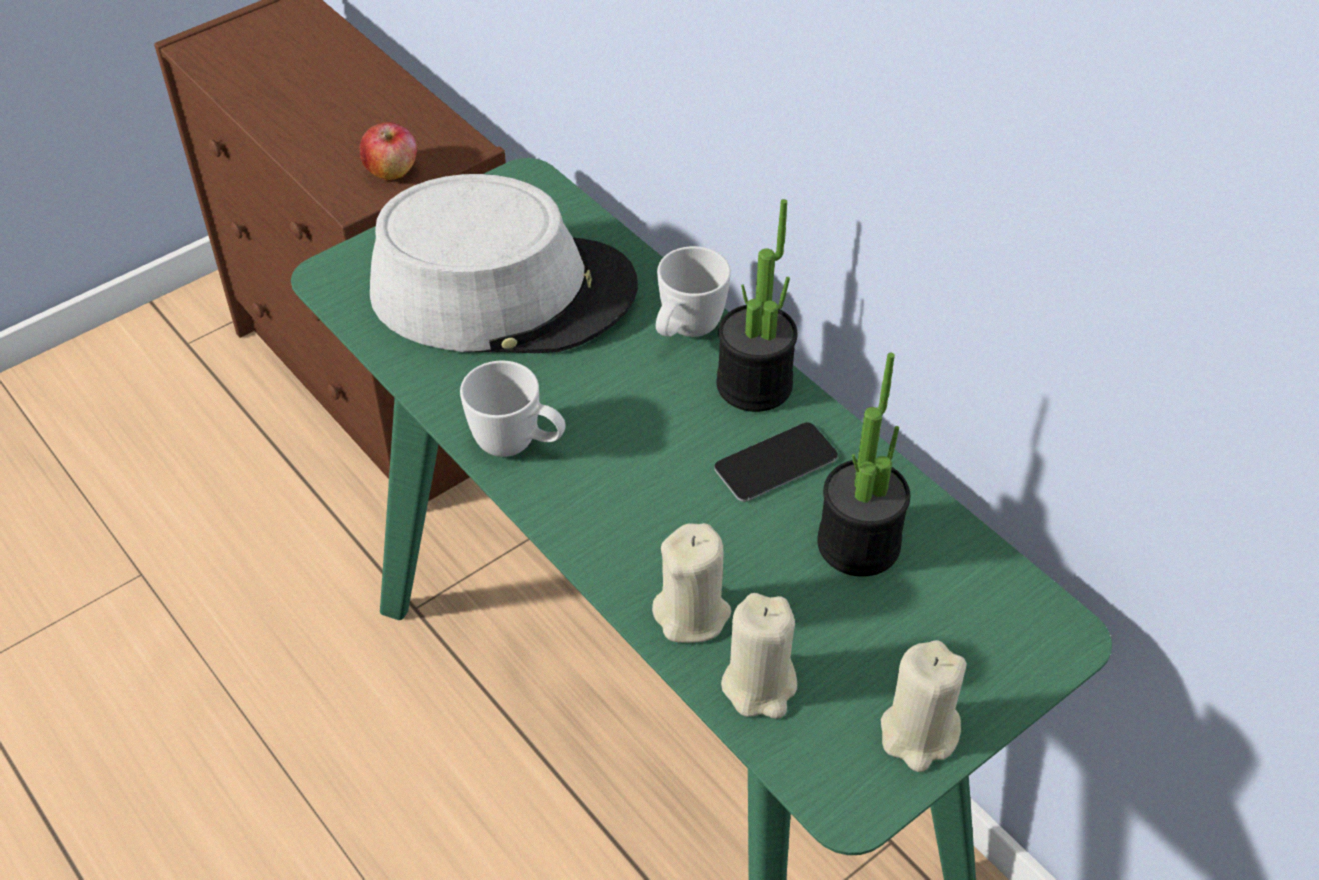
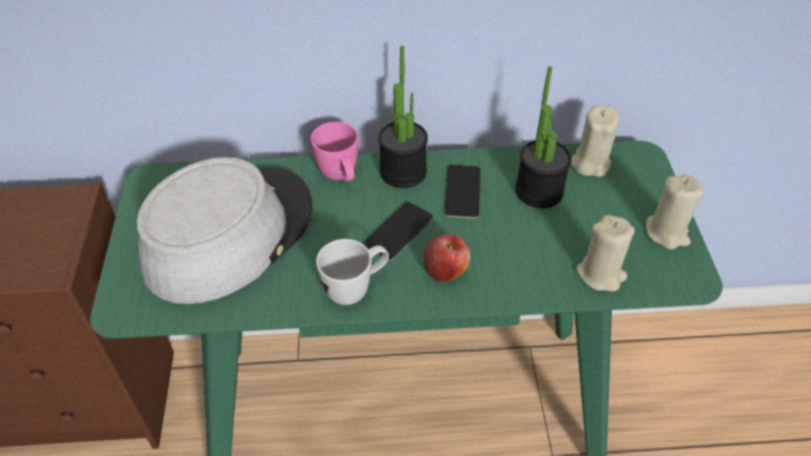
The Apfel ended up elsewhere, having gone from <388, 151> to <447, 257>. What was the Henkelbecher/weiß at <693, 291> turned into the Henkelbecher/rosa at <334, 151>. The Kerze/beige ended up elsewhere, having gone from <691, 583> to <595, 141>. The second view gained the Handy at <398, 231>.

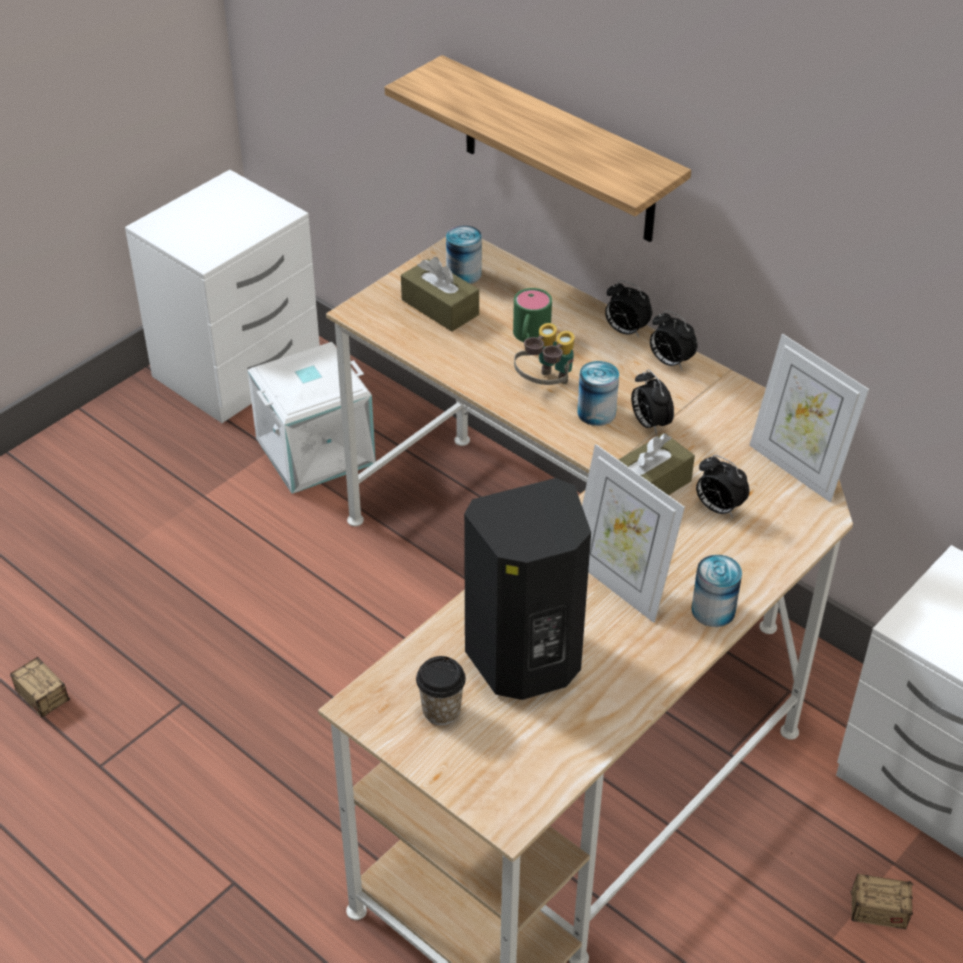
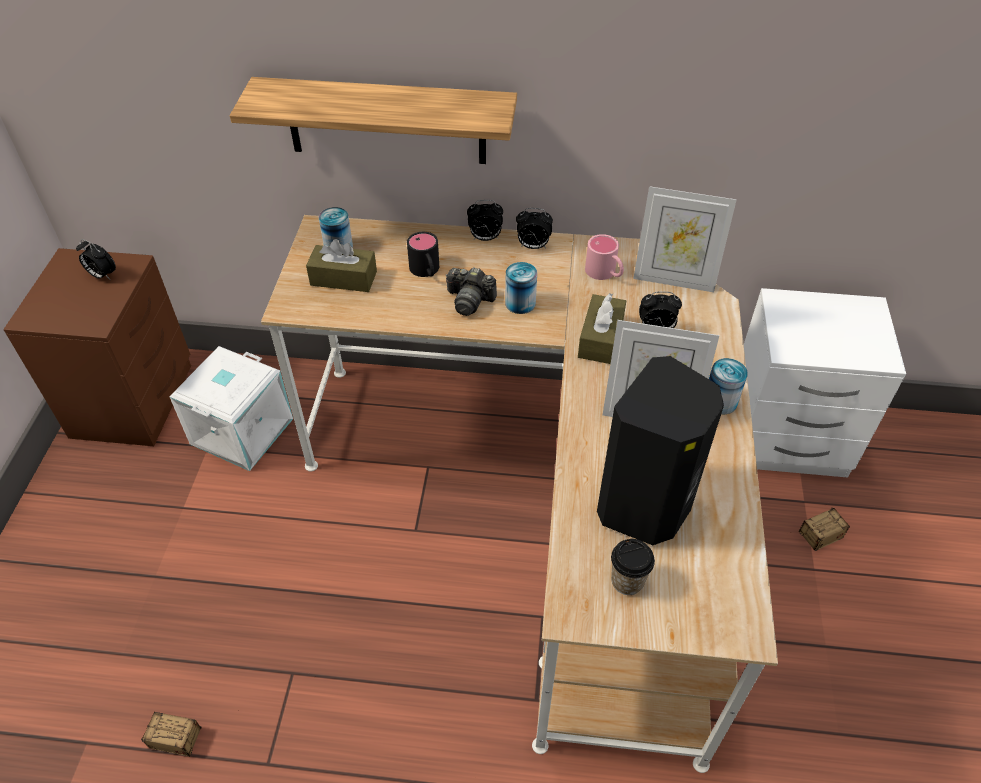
What was the Nachttisch/weiß at <222, 296> turned into the Nachttisch/braun at <97, 347>. What was the Henkelbecher/grün at <532, 315> turned into the Henkelbecher/schwarz at <423, 254>. Where the Fernglas stood at <544, 354>, the Kamera came to stand at <471, 291>. The Wecker ended up elsewhere, having gone from <652, 402> to <96, 259>. The second view gained the Henkelbecher/rosa at <604, 257>.

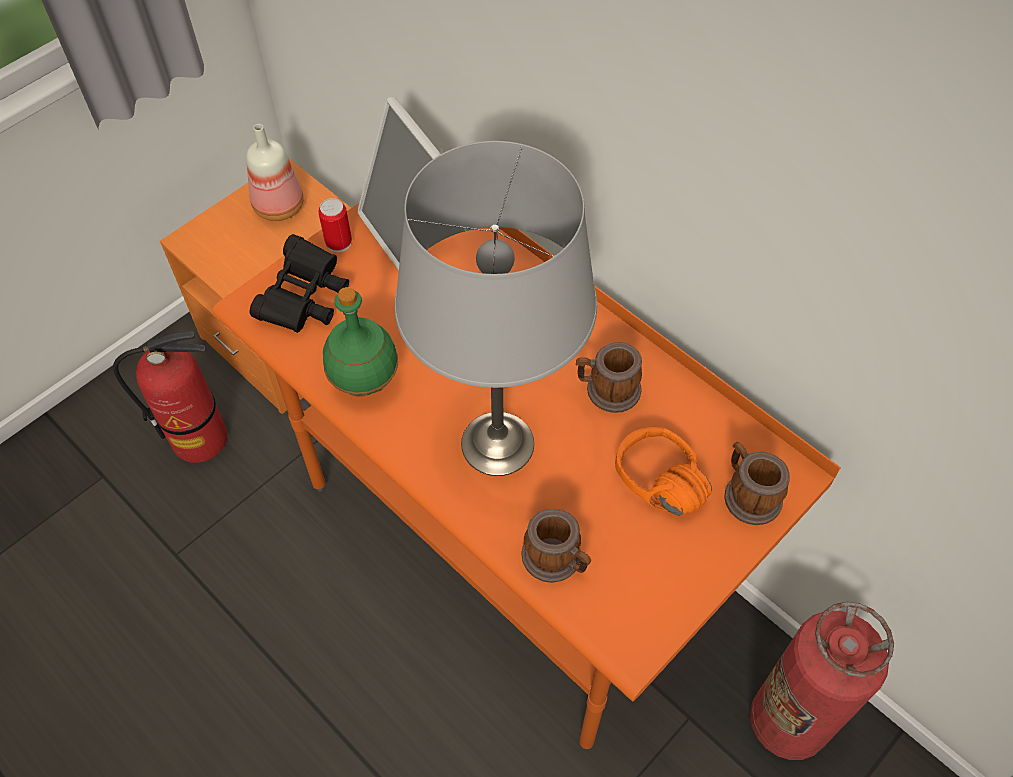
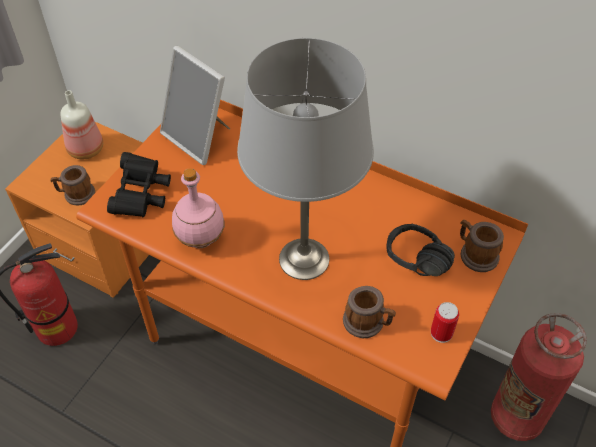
The Dose ended up elsewhere, having gone from <335, 225> to <445, 322>. What was the Flasche/grün at <360, 342> turned into the Flasche/rosa at <198, 208>. The Henkelbecher ended up elsewhere, having gone from <609, 377> to <72, 185>. What was the Kopfhörer/orange at <663, 471> turned into the Kopfhörer/schwarz at <420, 250>.

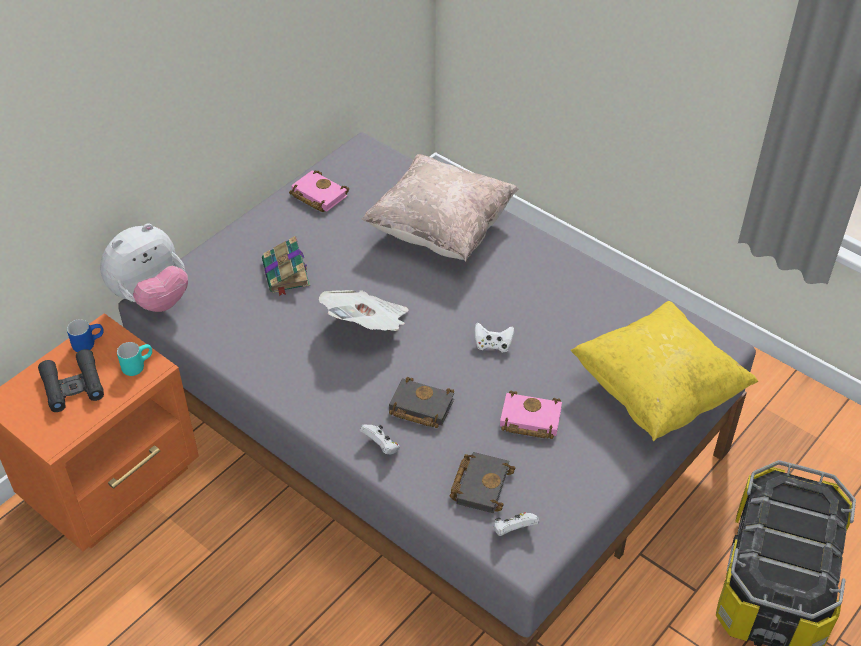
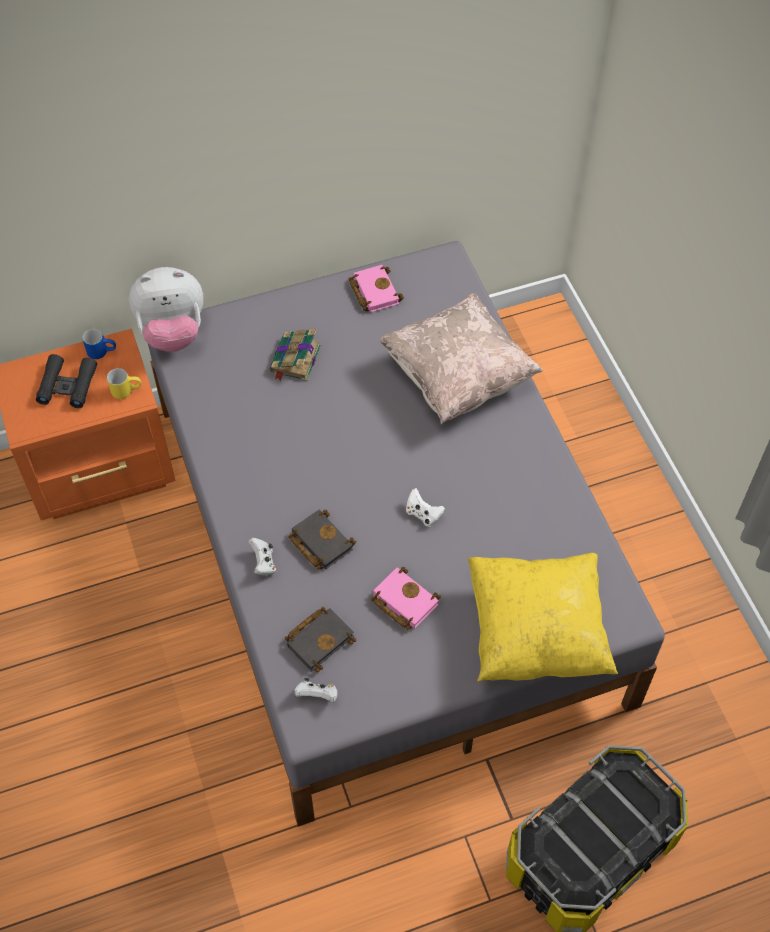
The second view lost the Zeitung at <364, 310>. What was the Henkelbecher/türkis at <134, 359> turned into the Henkelbecher/gelb at <124, 383>.

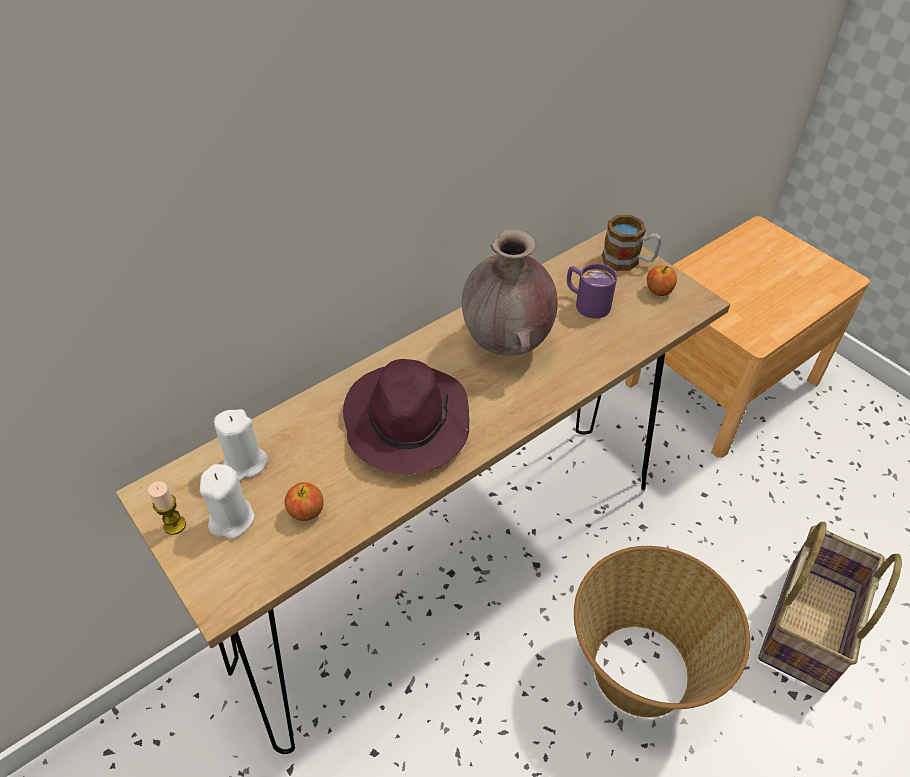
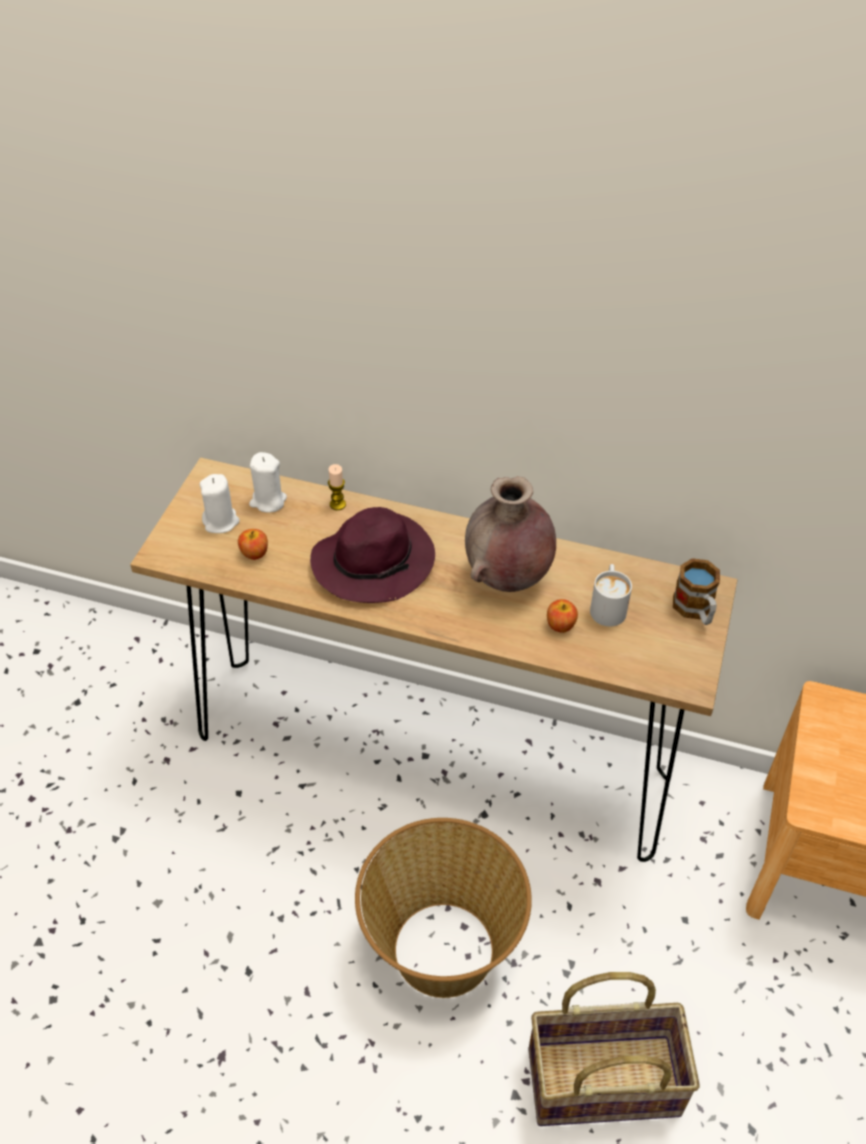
What was the Henkelbecher/lila at <592, 291> turned into the Henkelbecher/weiß at <611, 595>. The Apfel ended up elsewhere, having gone from <662, 281> to <562, 616>. The Kerze ended up elsewhere, having gone from <167, 508> to <337, 487>.

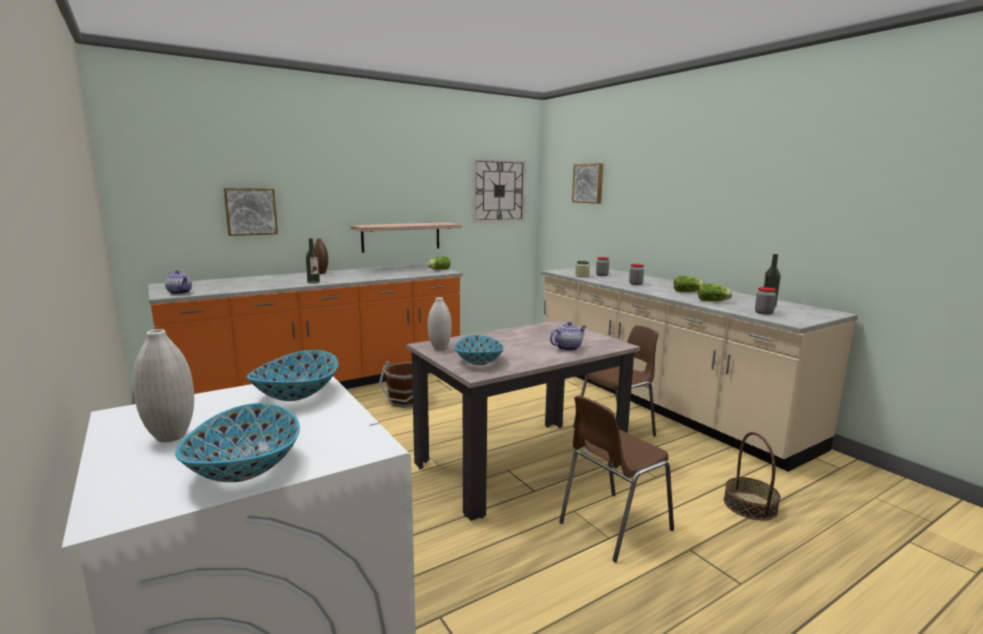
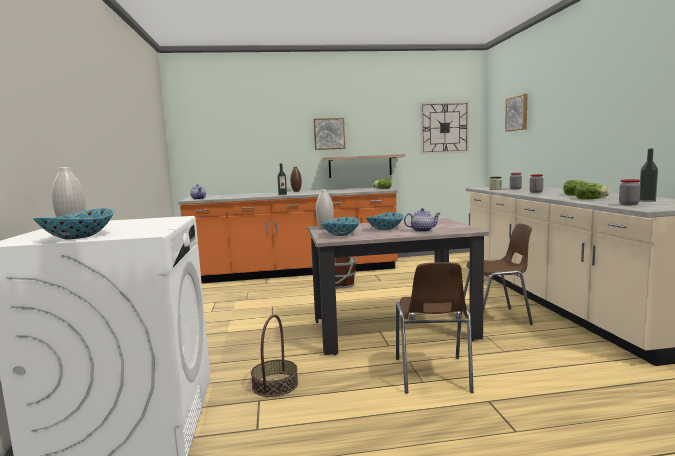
The Bild ended up elsewhere, having gone from <251, 212> to <329, 134>. The Schüssel ended up elsewhere, having gone from <292, 375> to <385, 221>. The Stuhl/braun at <616, 478> ended up facing another way, 75 degrees counterclockwise from before. The Korb ended up elsewhere, having gone from <752, 476> to <274, 356>.

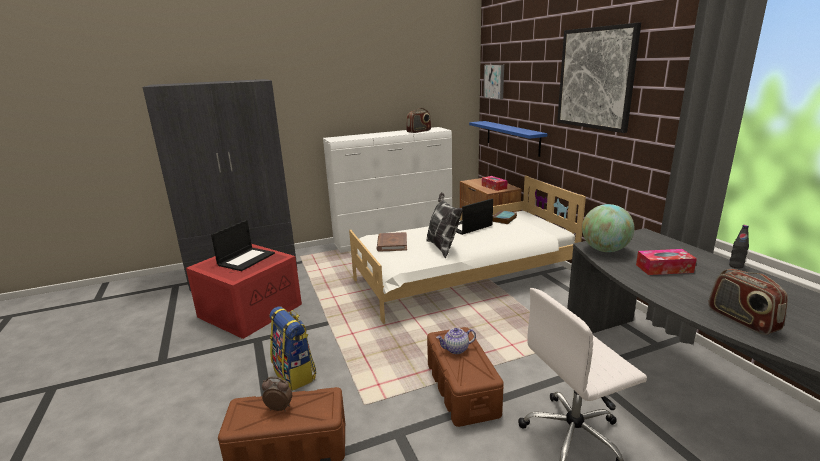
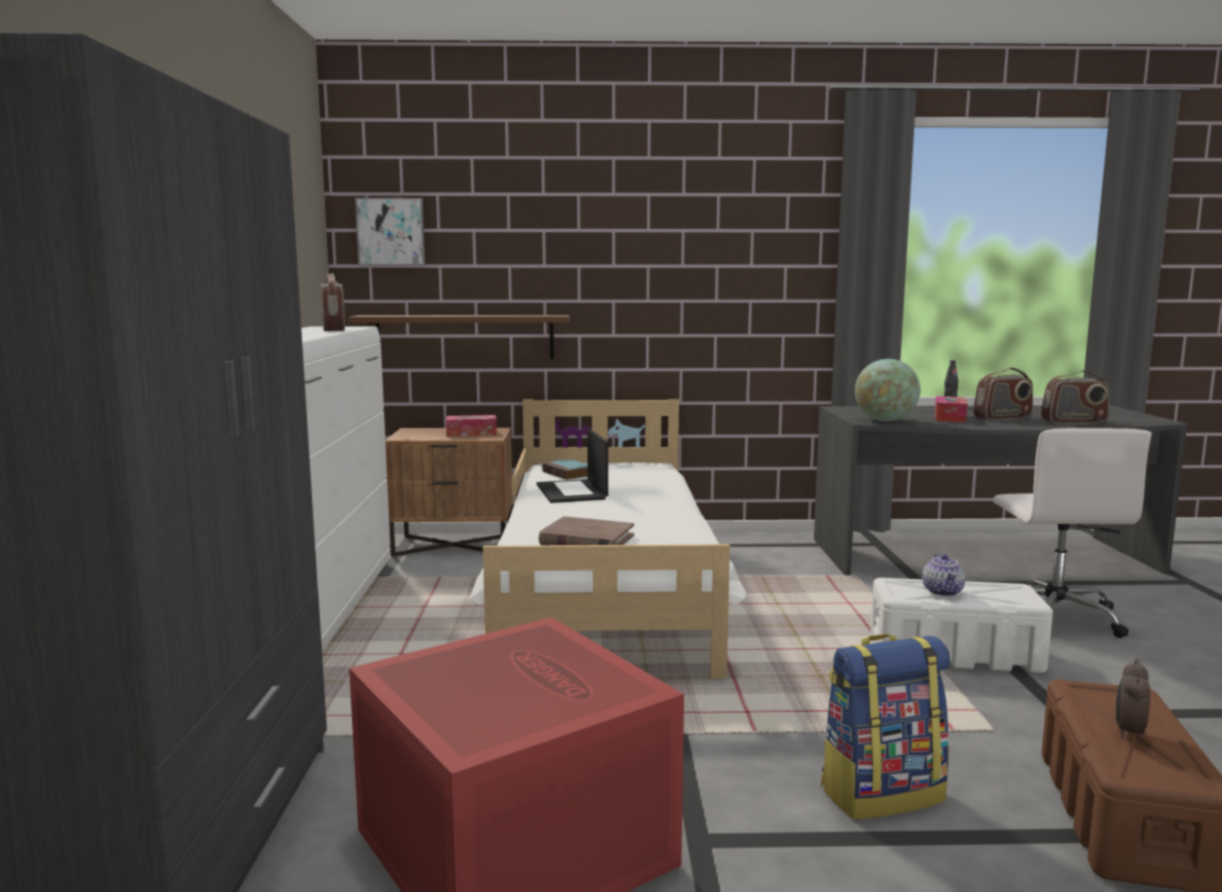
The second view lost the Bild at <599, 78>. What was the Wandregal/blau at <508, 139> turned into the Wandregal/braun at <459, 337>. The second view lost the Kissen at <445, 225>. The second view lost the Laptop at <243, 245>. What was the Aufbewahrungsbox/braun at <465, 377> turned into the Aufbewahrungsbox/weiß at <961, 625>. The second view gained the Radio at <1003, 393>.

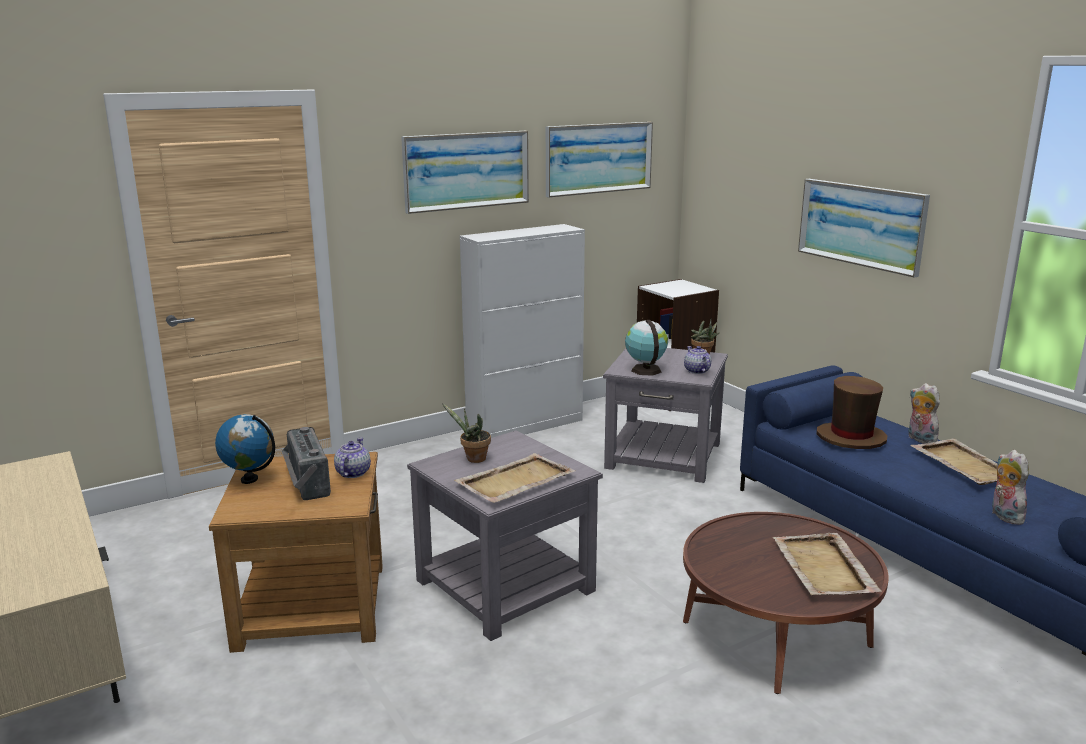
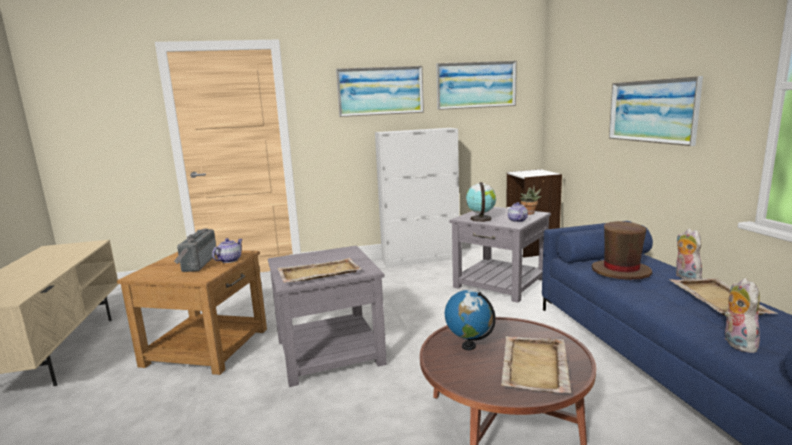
The second view lost the Topfpflanze at <466, 433>. The Globus ended up elsewhere, having gone from <245, 449> to <470, 320>.

